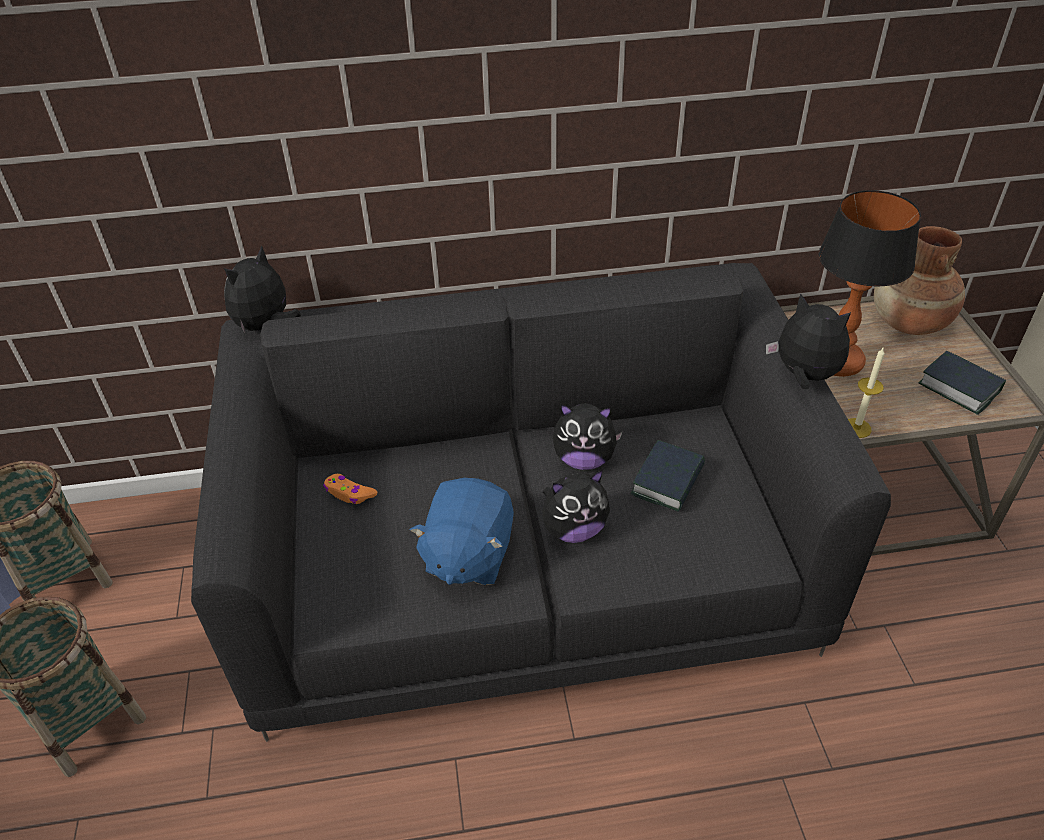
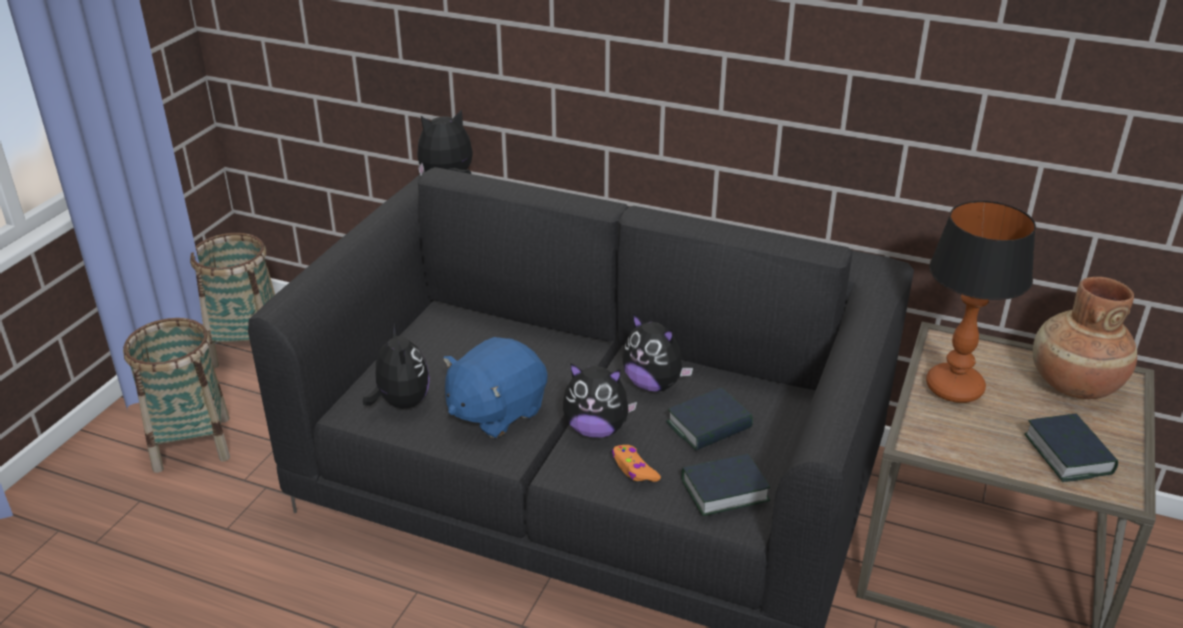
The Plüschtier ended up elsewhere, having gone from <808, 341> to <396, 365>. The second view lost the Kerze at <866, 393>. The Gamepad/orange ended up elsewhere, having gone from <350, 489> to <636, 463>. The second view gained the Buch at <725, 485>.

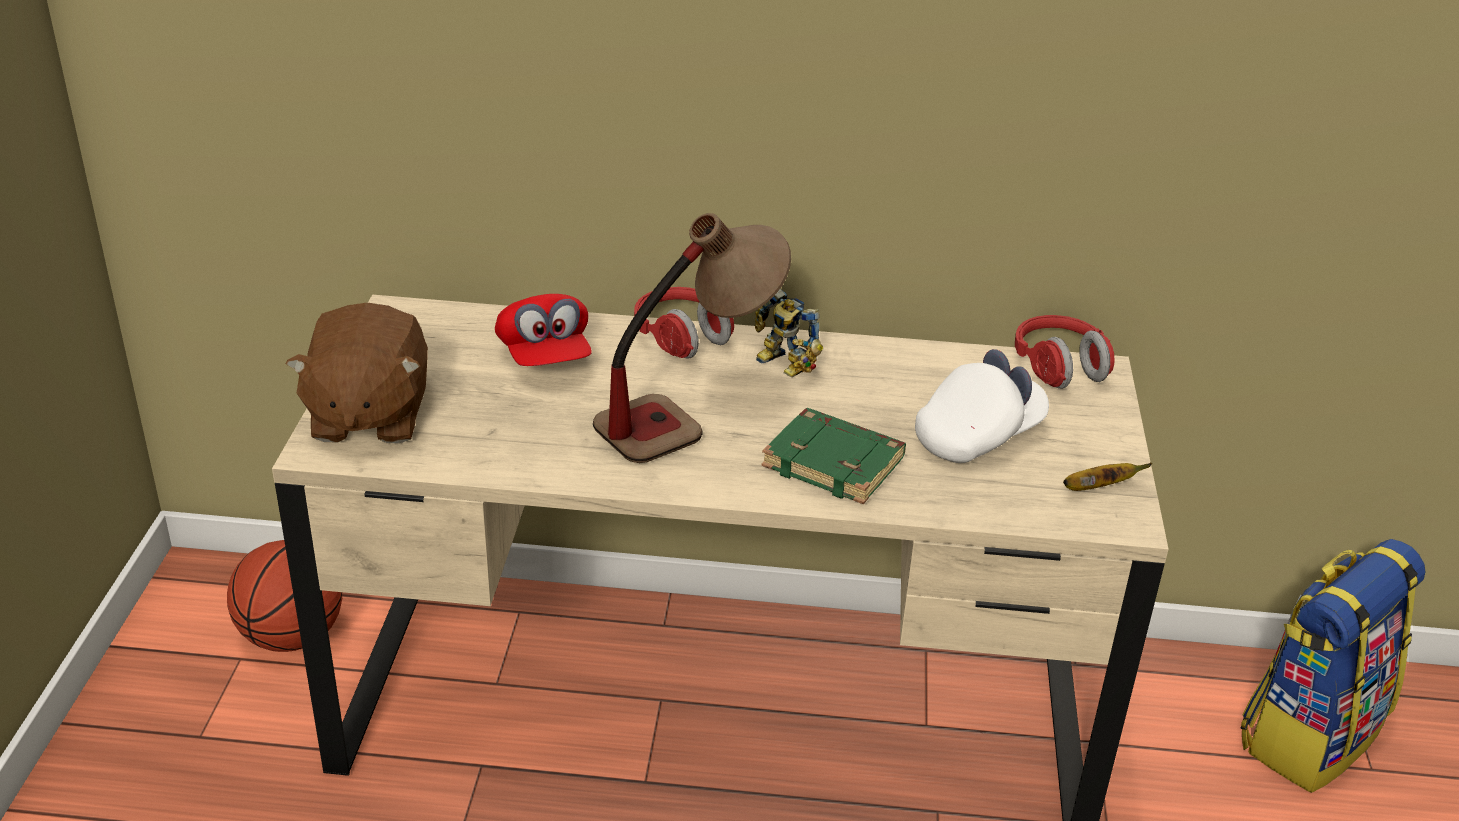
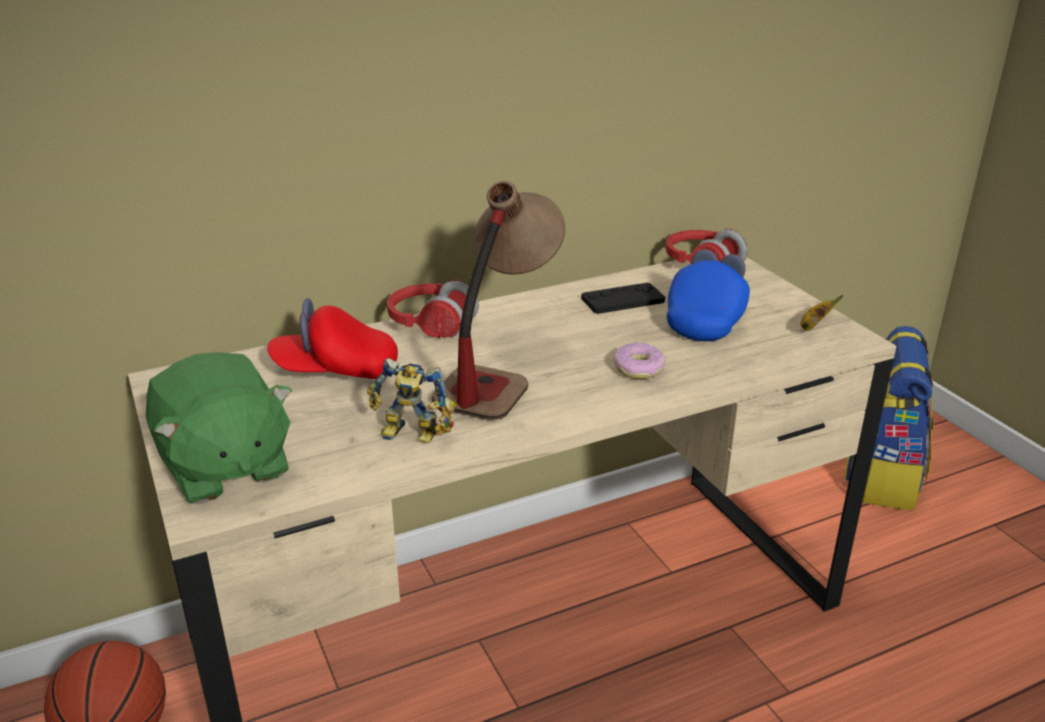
The Spielzeugroboter ended up elsewhere, having gone from <789, 333> to <411, 400>. The Kappe/rot at <543, 330> ended up facing another way, 135 degrees clockwise from before. What was the Plüschtier/braun at <357, 373> turned into the Plüschtier/grün at <219, 428>. What was the Kappe/weiß at <982, 406> turned into the Kappe/blau at <708, 295>. Where the Buch/grün stood at <833, 456>, the Donut came to stand at <640, 361>. The second view gained the Gamepad/schwarz at <623, 298>.

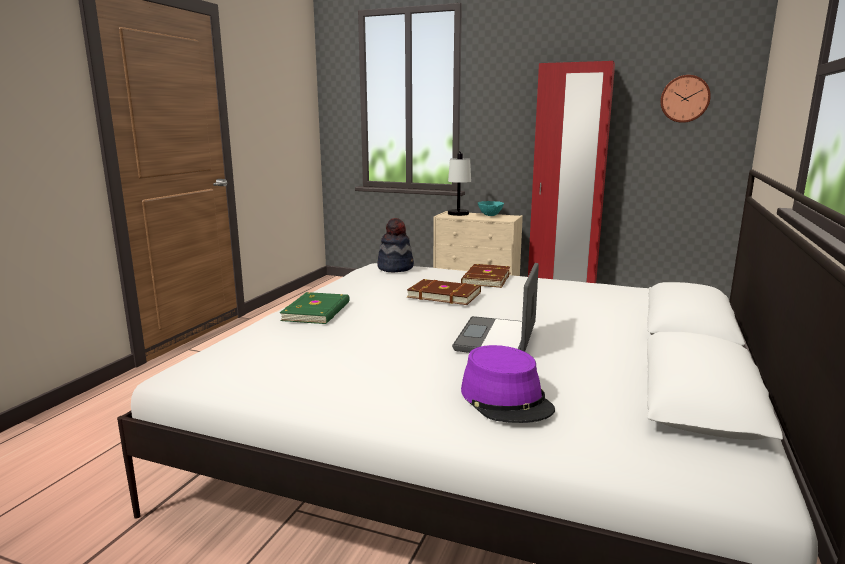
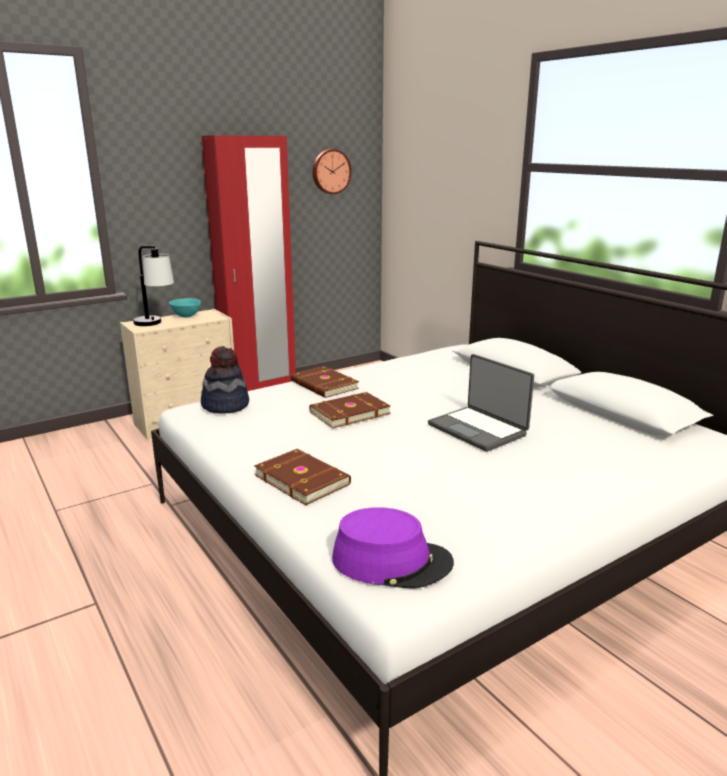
What was the Buch/grün at <315, 308> turned into the Buch/braun at <302, 477>. The Hut/lila ended up elsewhere, having gone from <508, 384> to <393, 548>.

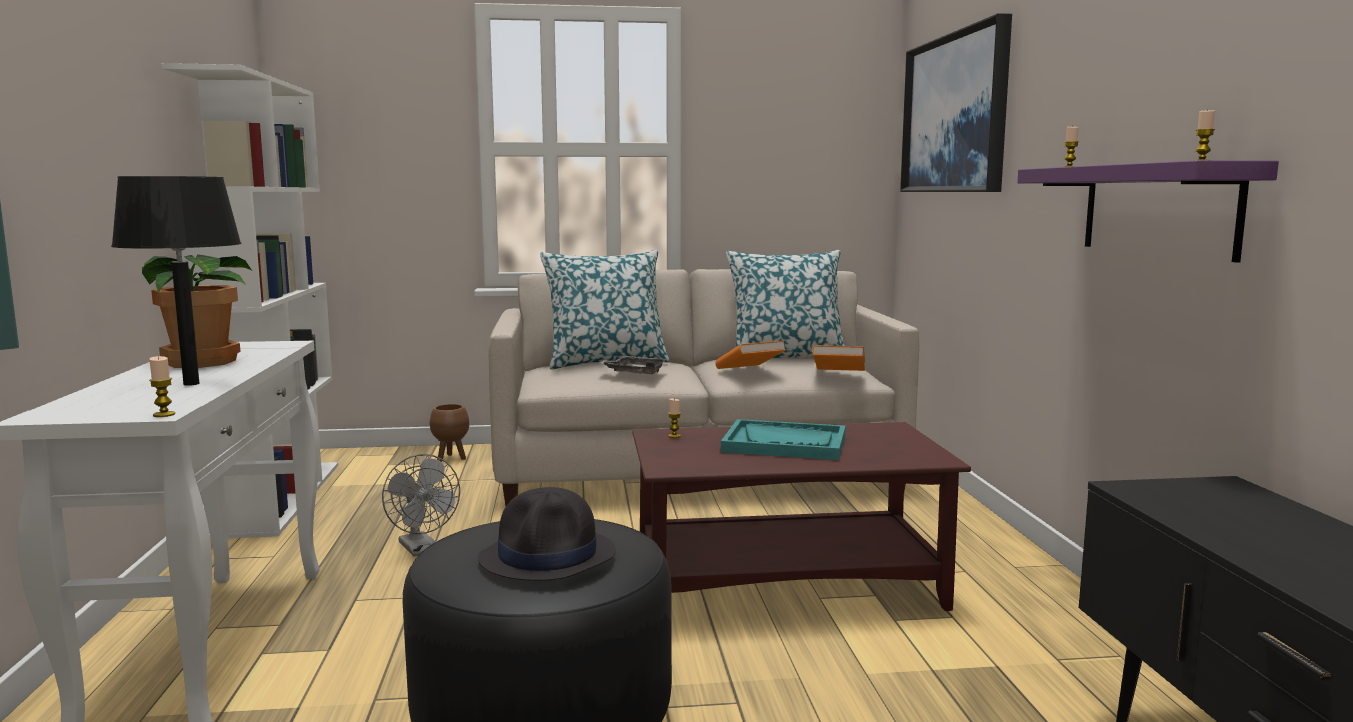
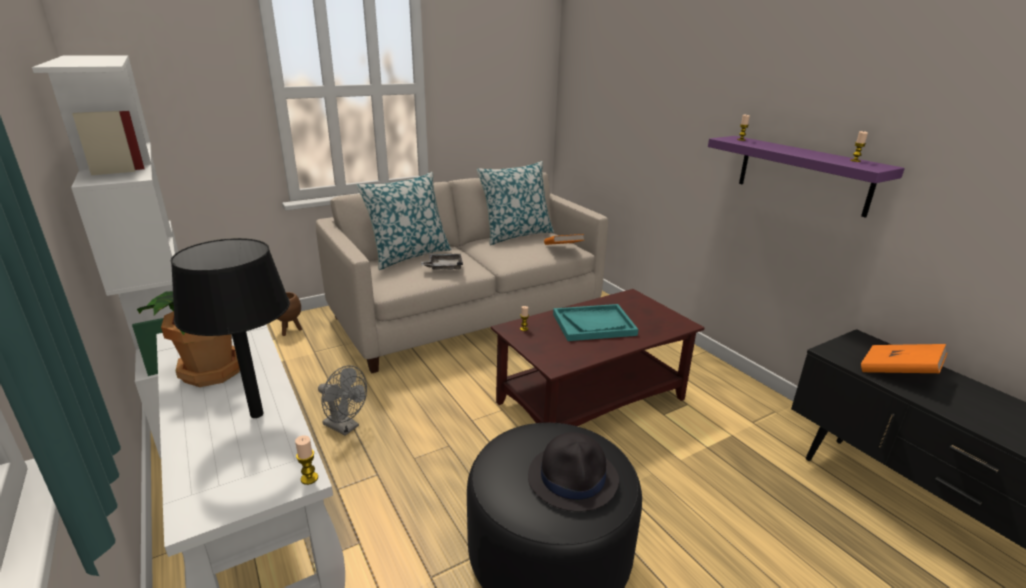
The second view lost the Bild at <956, 102>. The Buch/orange ended up elsewhere, having gone from <750, 355> to <904, 358>.

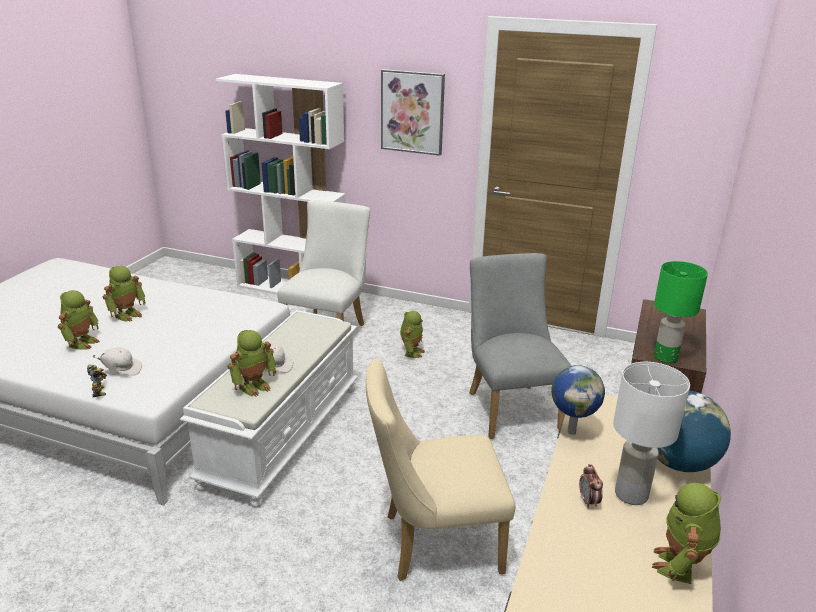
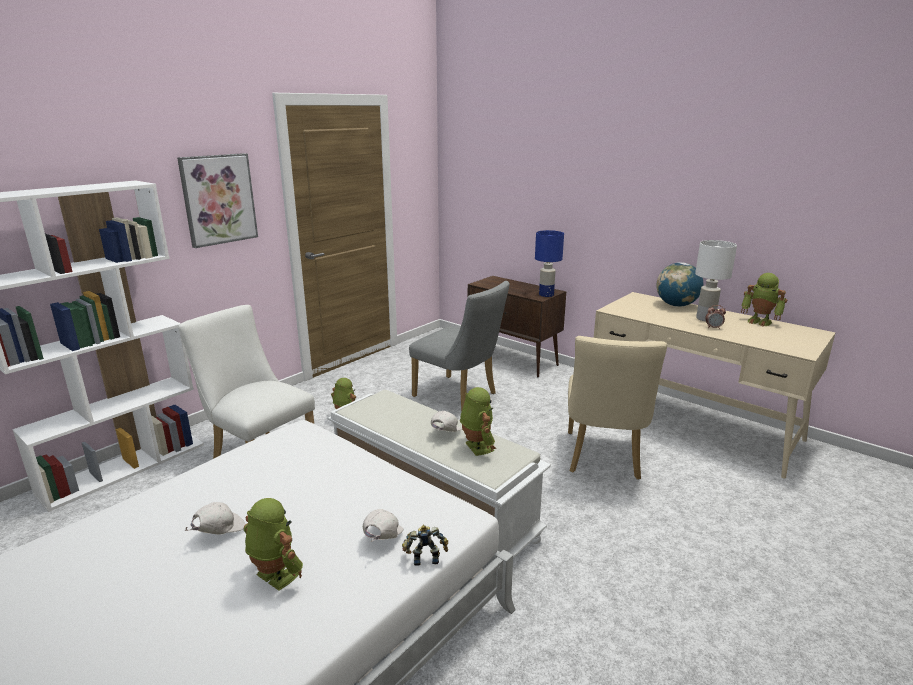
The Stuhl/grau at <520, 346> ended up facing another way, 150 degrees counterclockwise from before. What was the Tischlampe/grün at <681, 312> turned into the Tischlampe/blau at <549, 263>. Where the Spielzeugroboter stood at <124, 294>, the Kappe/weiß came to stand at <215, 518>. The second view lost the Globus at <578, 400>.

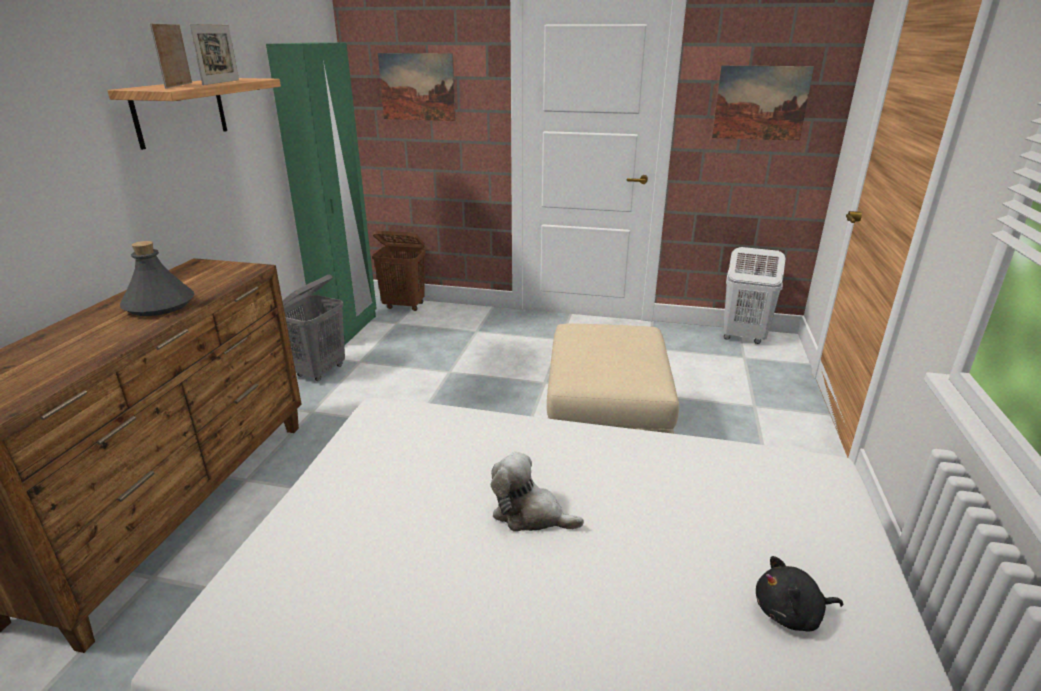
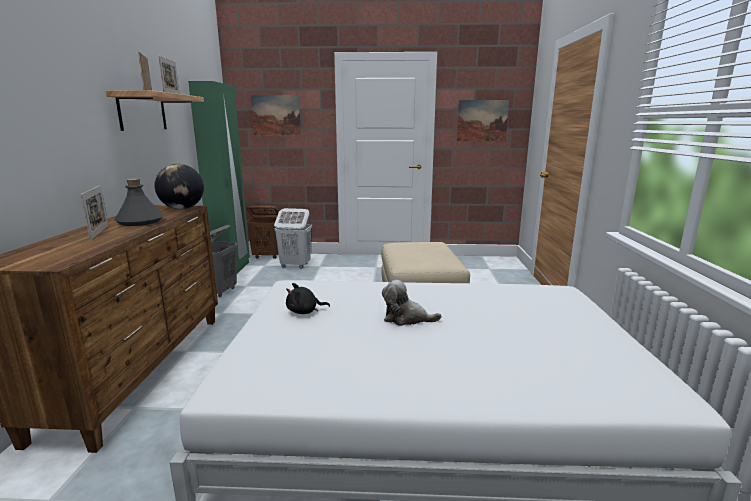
The Wäschekorb/weiß ended up elsewhere, having gone from <755, 295> to <293, 238>. The Plüschtier/schwarz ended up elsewhere, having gone from <799, 594> to <308, 298>. The second view gained the Globus at <179, 186>. The second view gained the Bilderrahmen at <95, 212>.

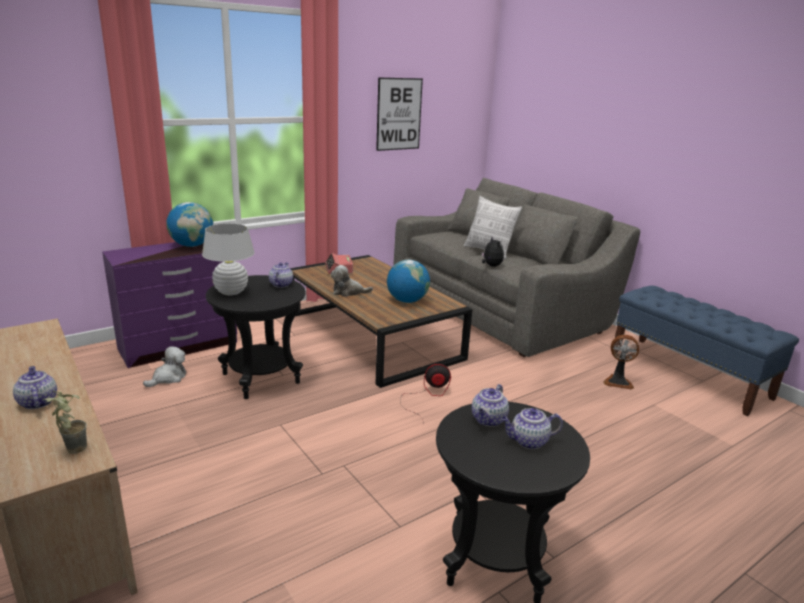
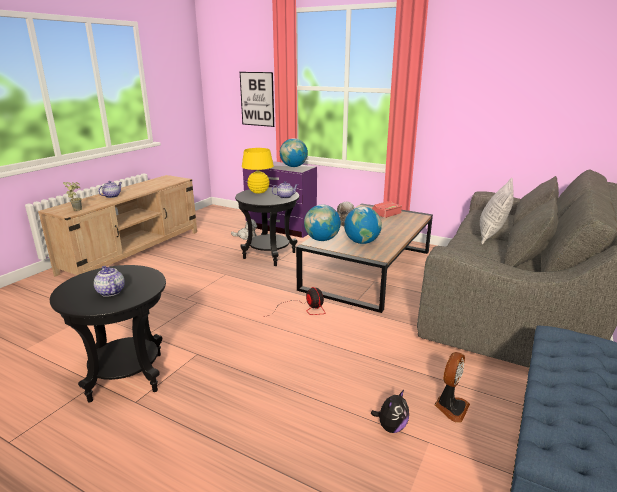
The Bild ended up elsewhere, having gone from <399, 114> to <257, 99>. What was the Tischlampe/weiß at <228, 259> turned into the Tischlampe/gelb at <258, 170>. The Plüschtier ended up elsewhere, having gone from <492, 251> to <390, 411>. The Ventilator at <621, 362> ended up facing another way, 135 degrees counterclockwise from before. The second view lost the Teekanne at <490, 405>. The second view gained the Globus at <322, 223>.

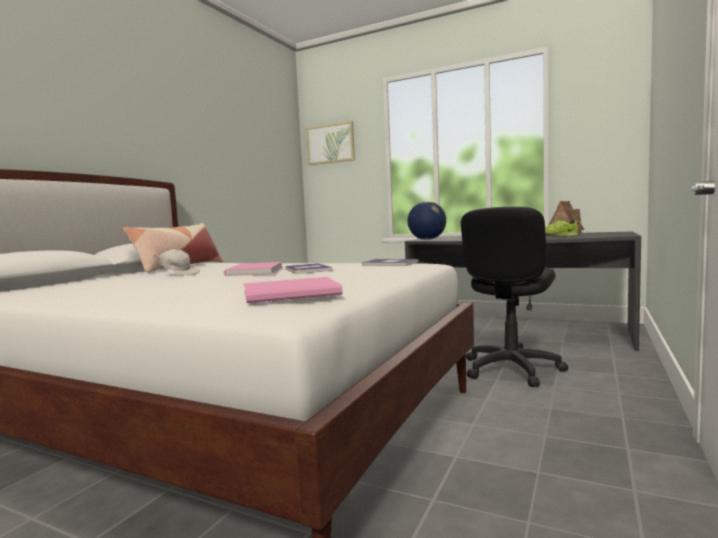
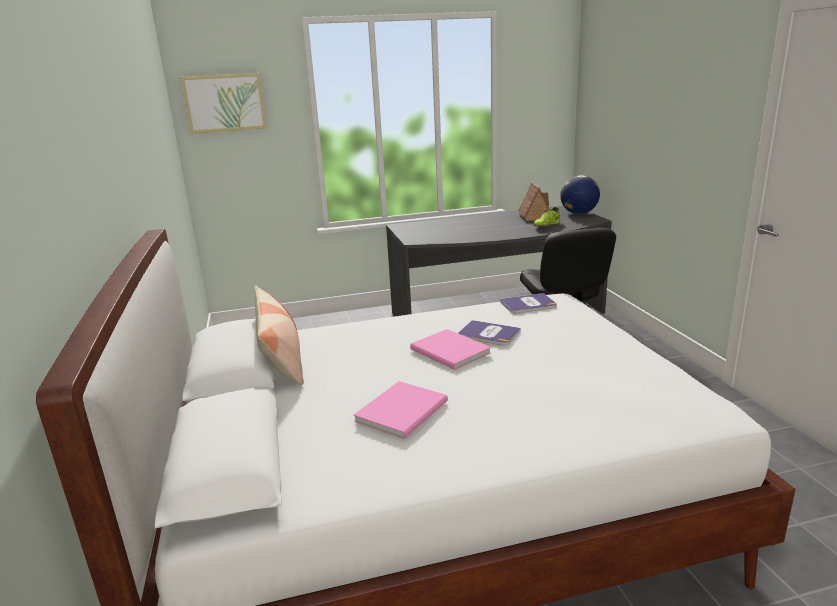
The Globus ended up elsewhere, having gone from <427, 220> to <580, 194>. The second view lost the Kappe/weiß at <176, 262>. The Buch/rosa ended up elsewhere, having gone from <293, 290> to <400, 410>.

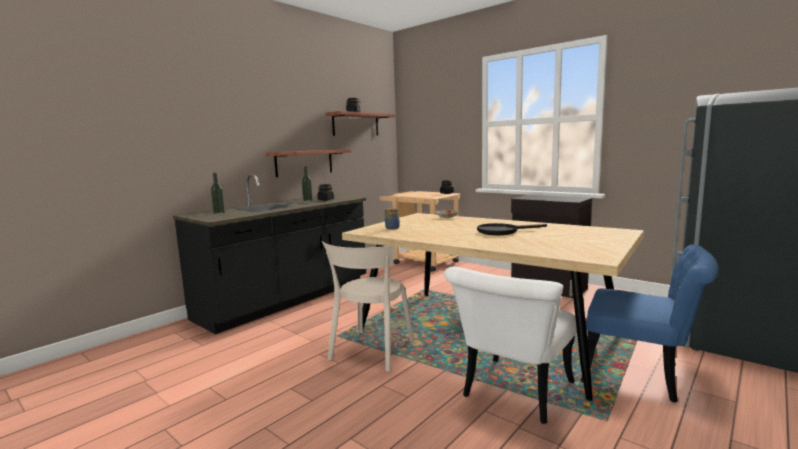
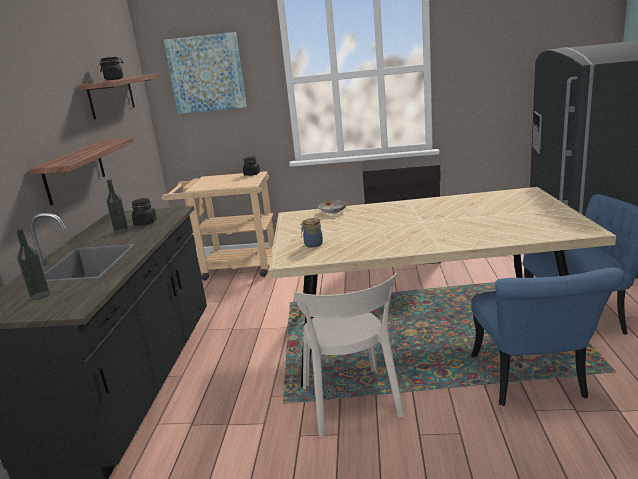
The second view lost the Pfanne/schwarz at <512, 229>. What was the Stuhl/weiß at <510, 345> turned into the Stuhl/blau at <547, 337>. The second view gained the Bild at <205, 73>.

